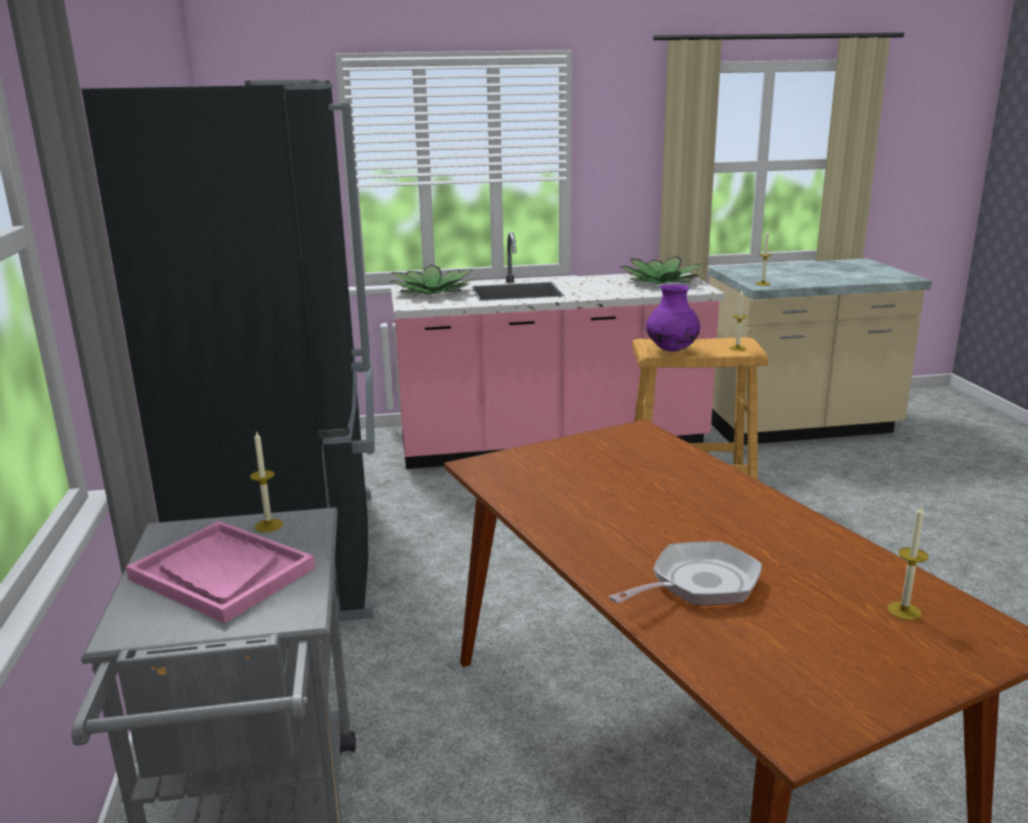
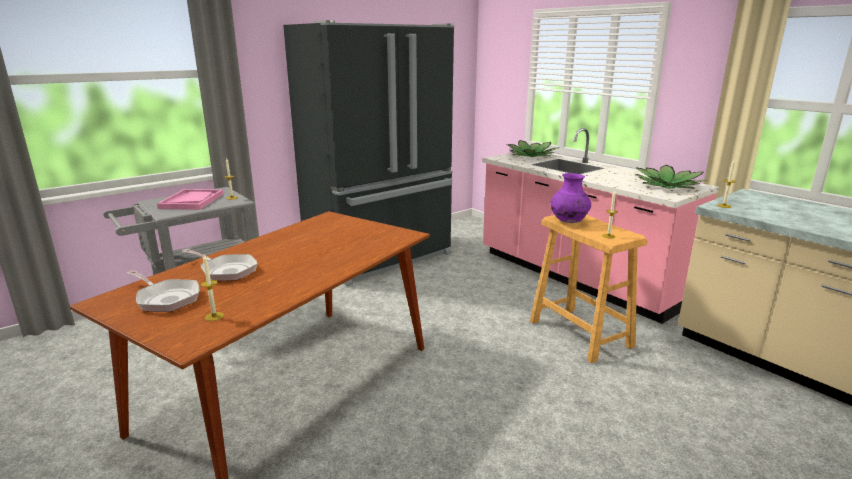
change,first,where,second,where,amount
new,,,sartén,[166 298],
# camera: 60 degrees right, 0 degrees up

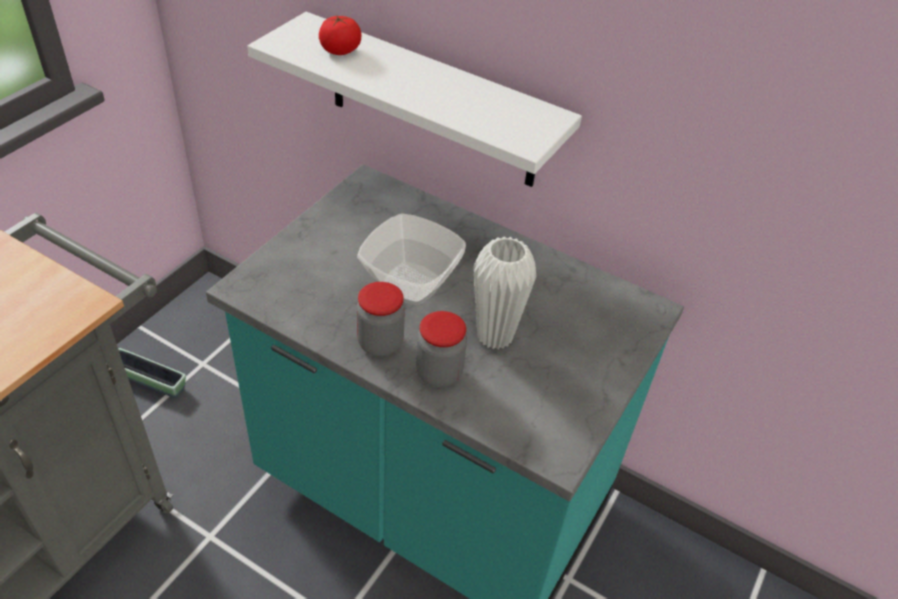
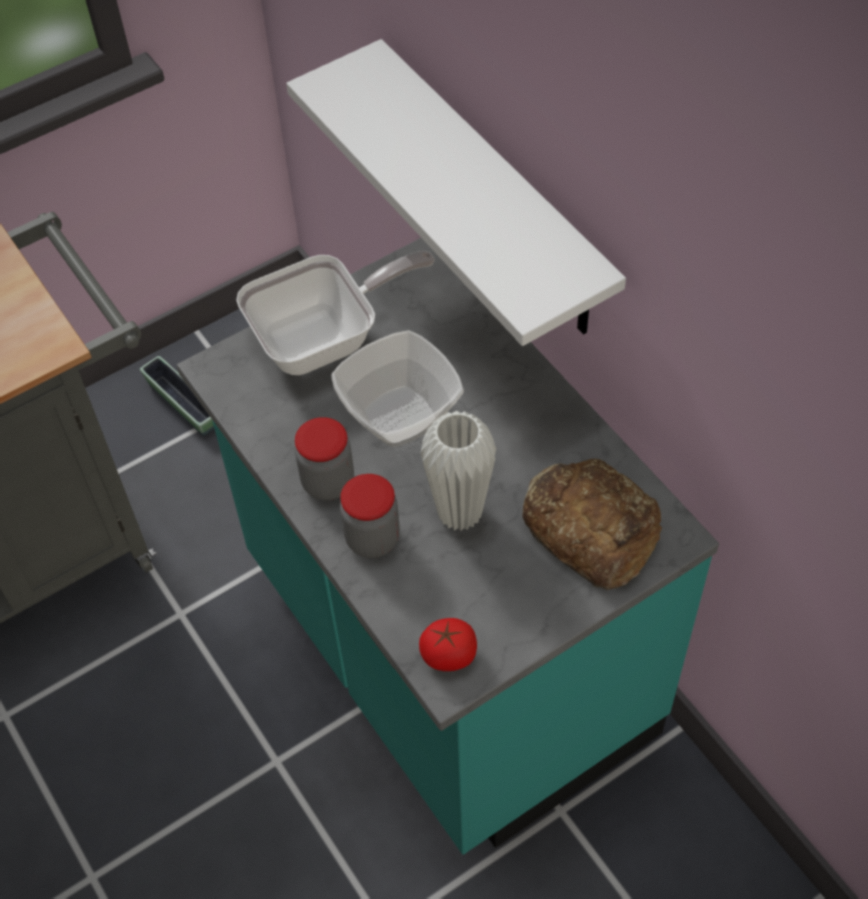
change,first,where,second,where,amount
new,,,sartén,[326 339],
shifted,tomate,[340 50],,[448 655],
new,,,pan,[591 528],
# camera: 30 degrees right, 10 degrees up

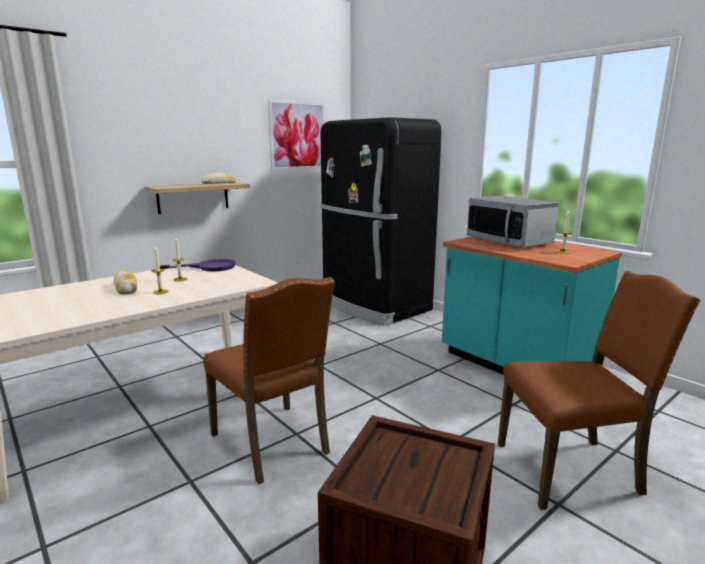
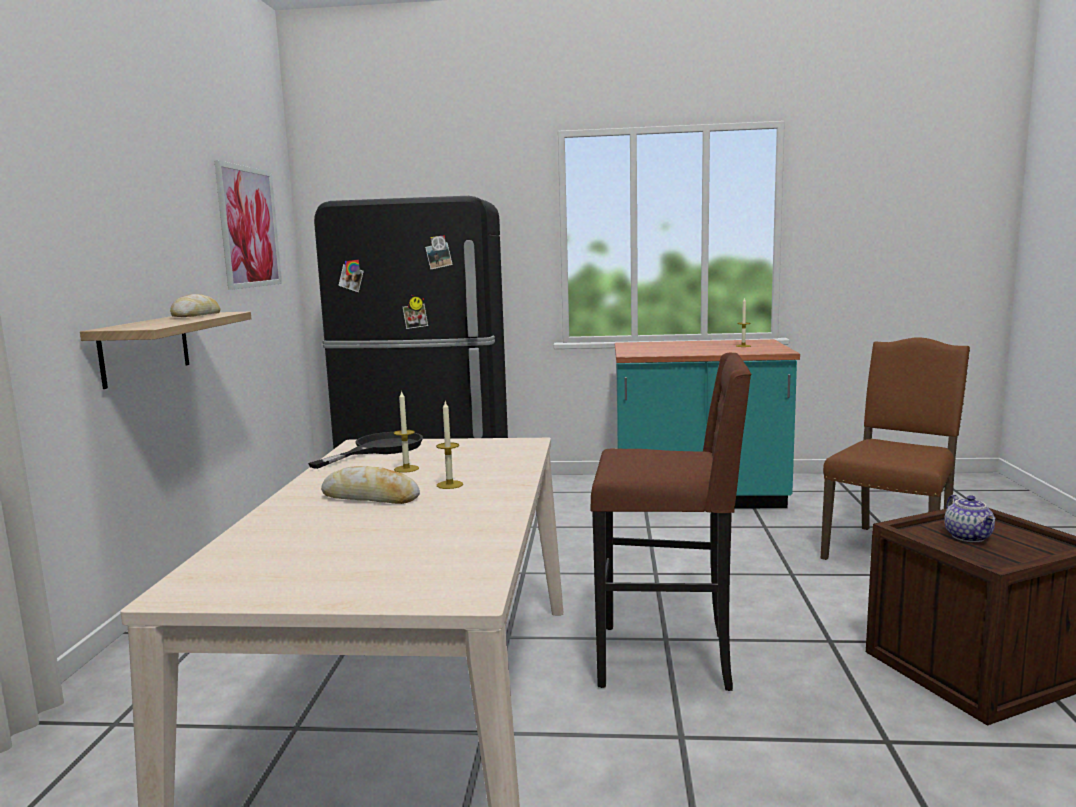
change,first,where,second,where,amount
repainted,sartén (morado),[209 267],sartén (negro),[379 449],
swapped,silla (marrón),[273 443],taburete (marrón),[668 658],
new,,,tetera,[969 537],
gone,microondas,[509 241],,,
# camera: 45 degrees left, 5 degrees down

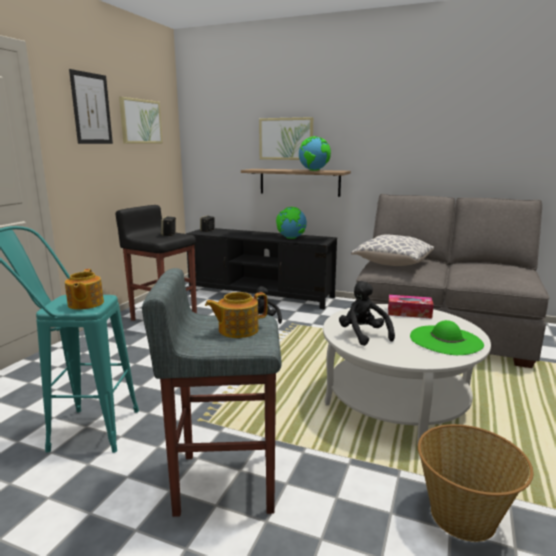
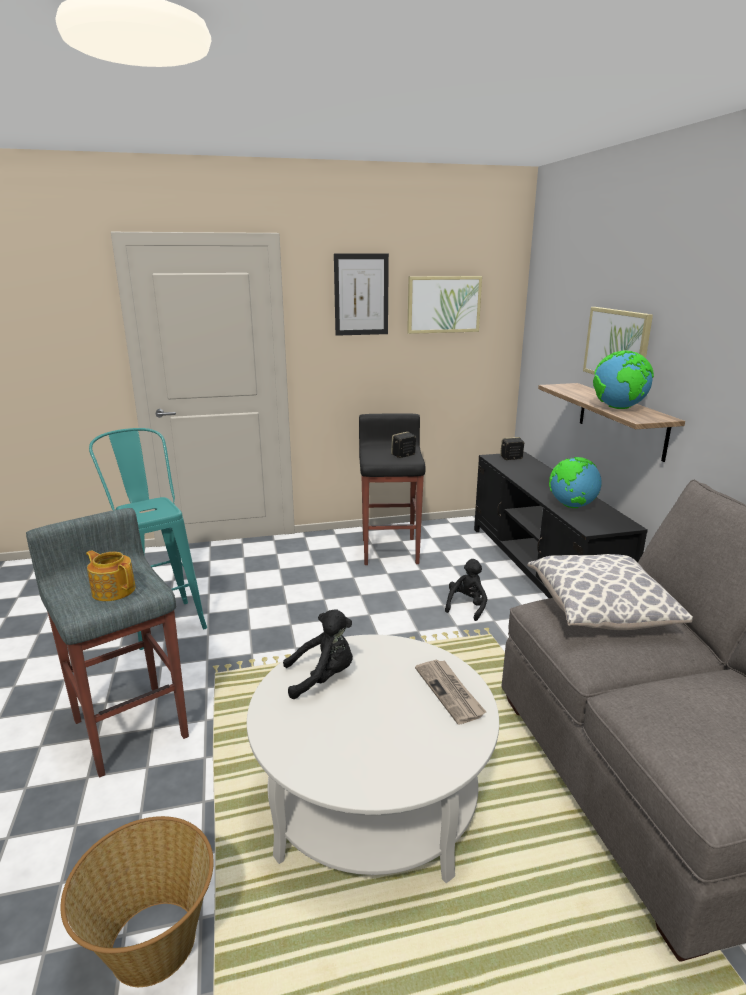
change,first,where,second,where,amount
rotated,peluche (negro),[363 335],,[322 677],45 degrees clockwise
swapped,caja de pañuelos,[409 312],periódico,[450 692],
gone,tetera,[85 304],,,
gone,sombrero (verde),[445 340],,,
# camera: 55 degrees right, 5 degrees up

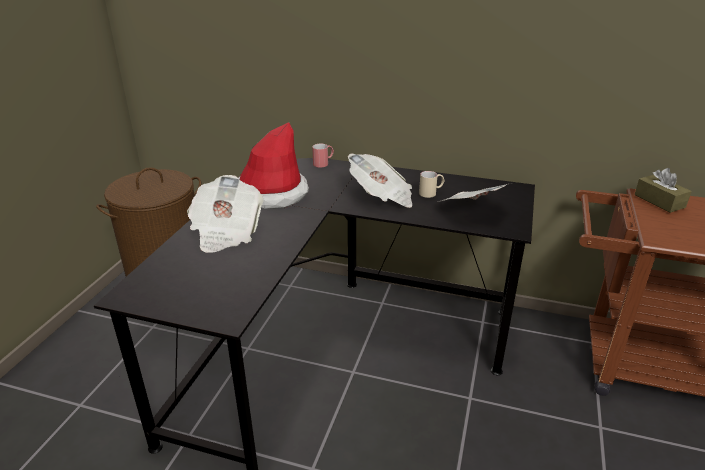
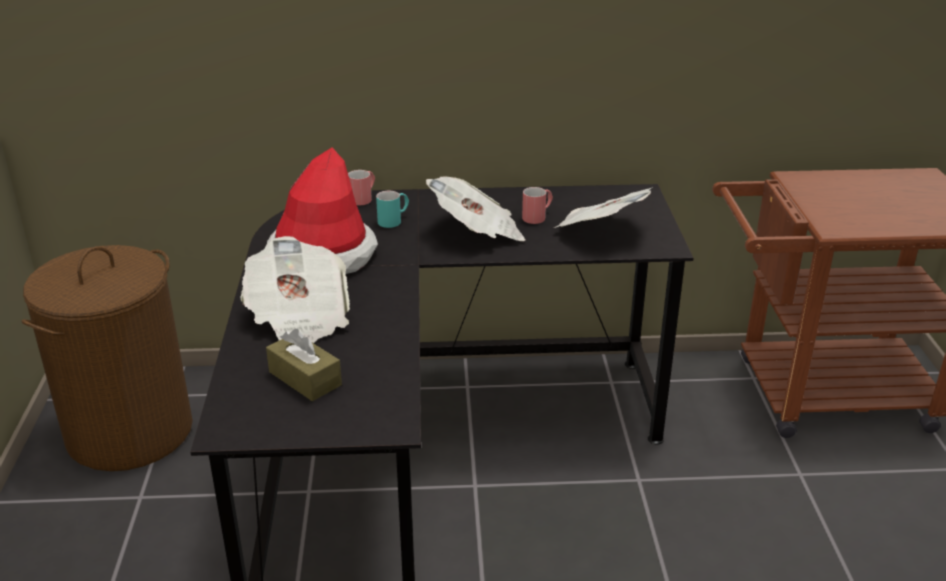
change,first,where,second,where,amount
shifted,caja de pañuelos (marrón),[659 201],,[305 378],
new,,,taza grande (turquesa),[394 220],
repainted,taza grande (beis),[431 193],taza grande (rojo),[538 216],
# camera: 20 degrees left, 0 degrees up

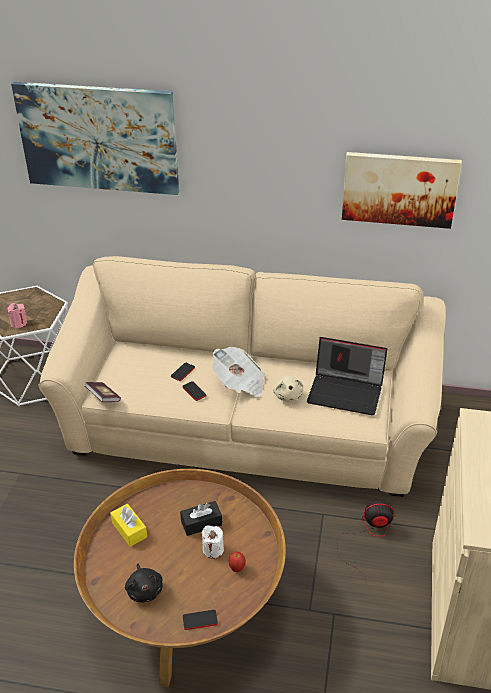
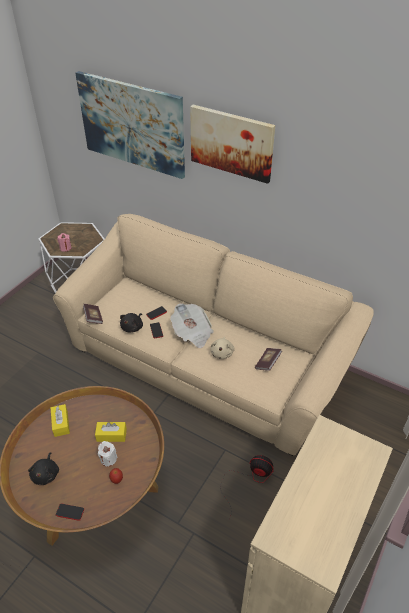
change,first,where,second,where,amount
repainted,caja de pañuelos (negro),[201 523],caja de pañuelos (amarillo),[111 435],
new,,,peluche (negro),[133 327],
shifted,cuadro,[399 189],,[231 143],
swapped,portátil,[346 392],libro,[267 363],
# camera: 20 degrees right, 5 degrees up

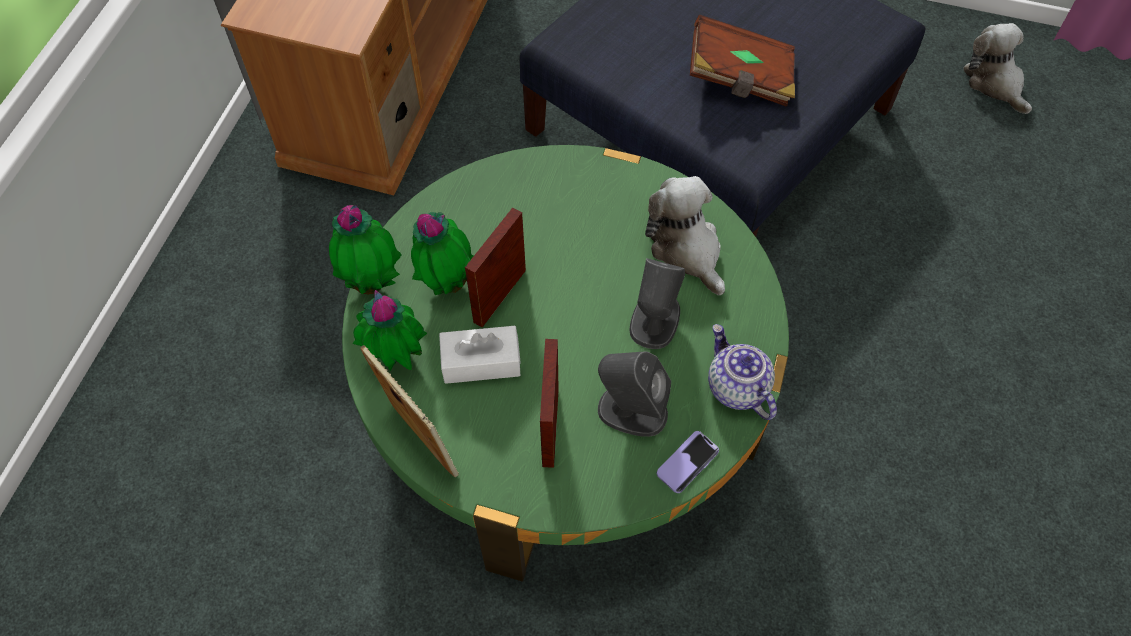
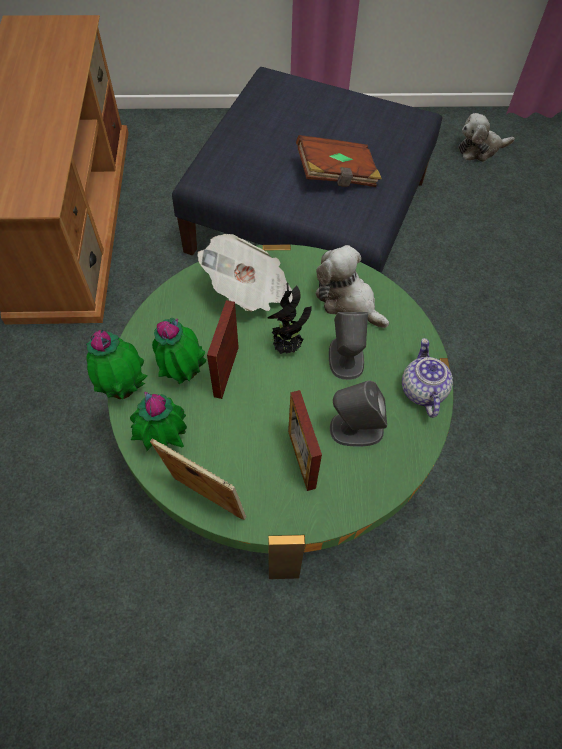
change,first,where,second,where,amount
new,,,periódico,[250 290],
new,,,planta en maceta,[287 347],
rotated,tetera,[736 387],,[422 390],45 degrees clockwise
rotated,peluche,[995 83],,[480 149],60 degrees counterclockwise
gone,caja de pañuelos (blanco),[481 362],,,
gone,móvil,[687 462],,,
# camera: 20 degrees left, 0 degrees up

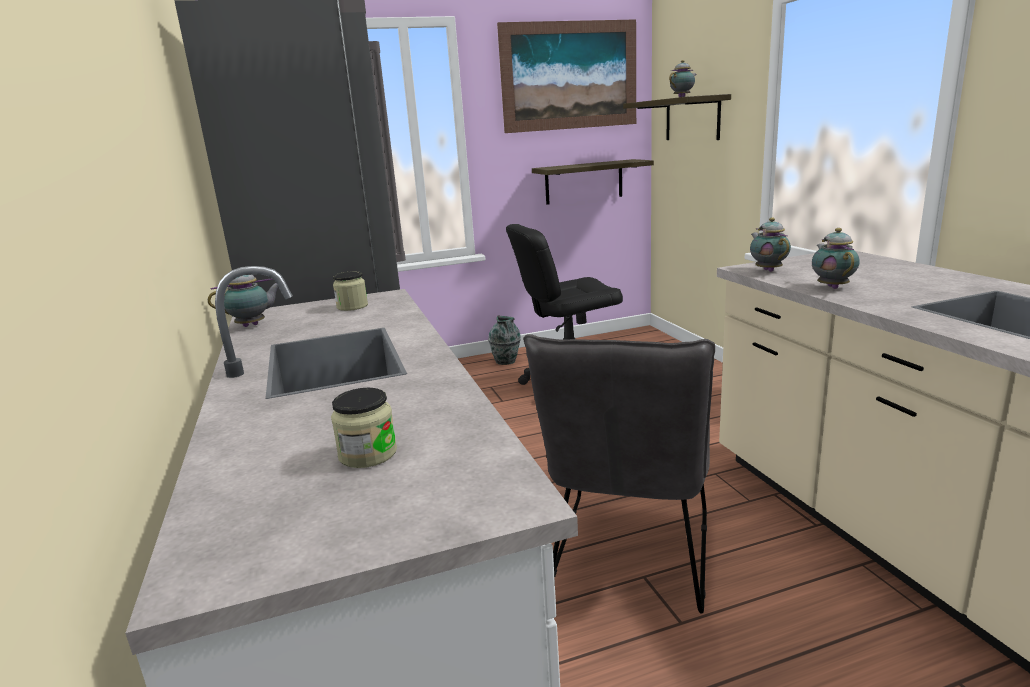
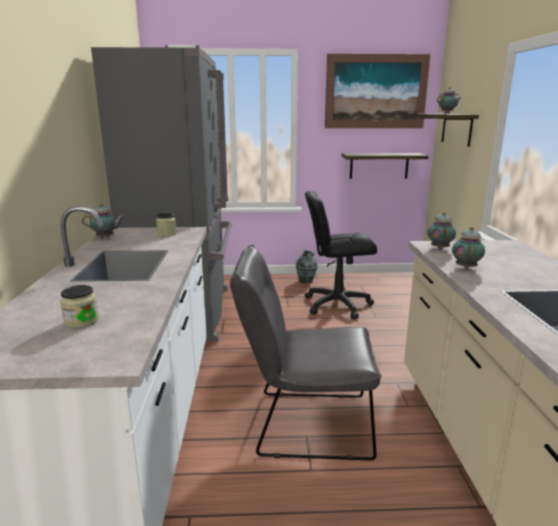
change,first,where,second,where,amount
rotated,silla (gris),[629 559],,[303 423],60 degrees clockwise
# camera: 15 degrees right, 0 degrees up

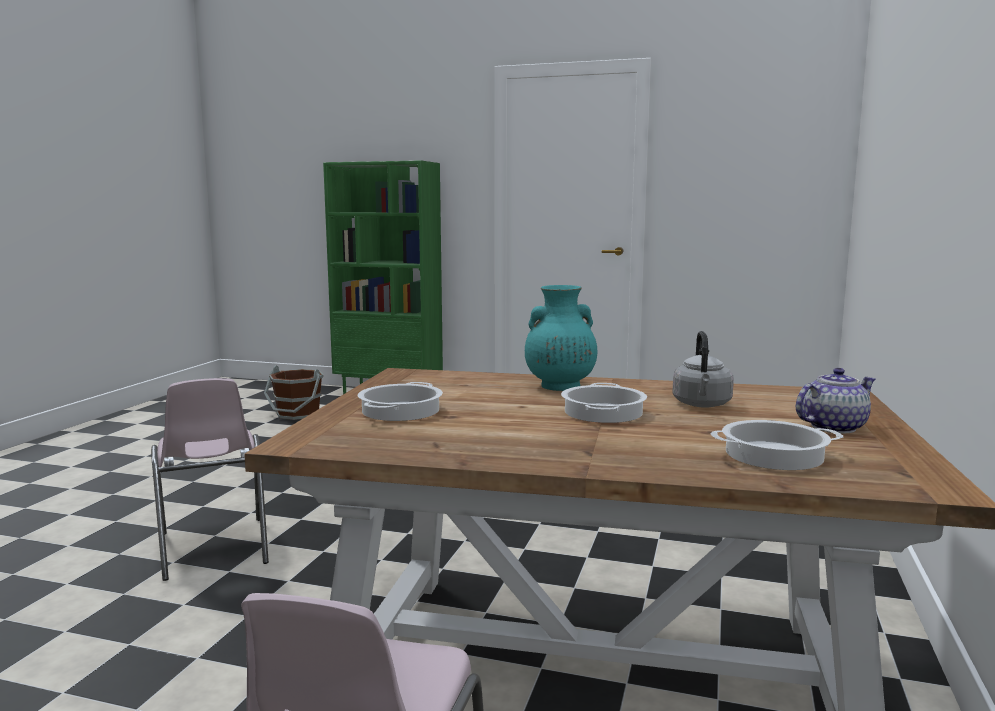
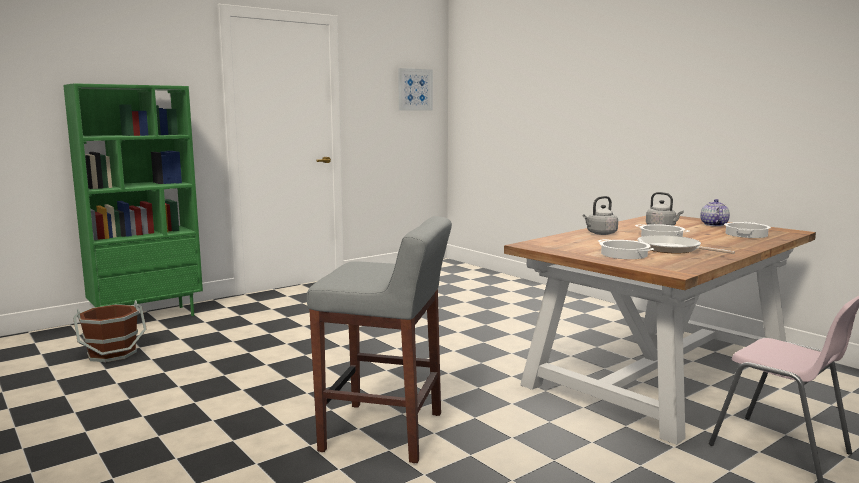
change,first,where,second,where,amount
swapped,silla (rosa),[213 549],taburete (gris),[385 432],
new,,,cuadro,[415 89],
swapped,florero (turquesa),[559 386],hervidor (gris),[600 233],
new,,,sartén,[672 249],
# camera: 55 degrees left, 0 degrees up

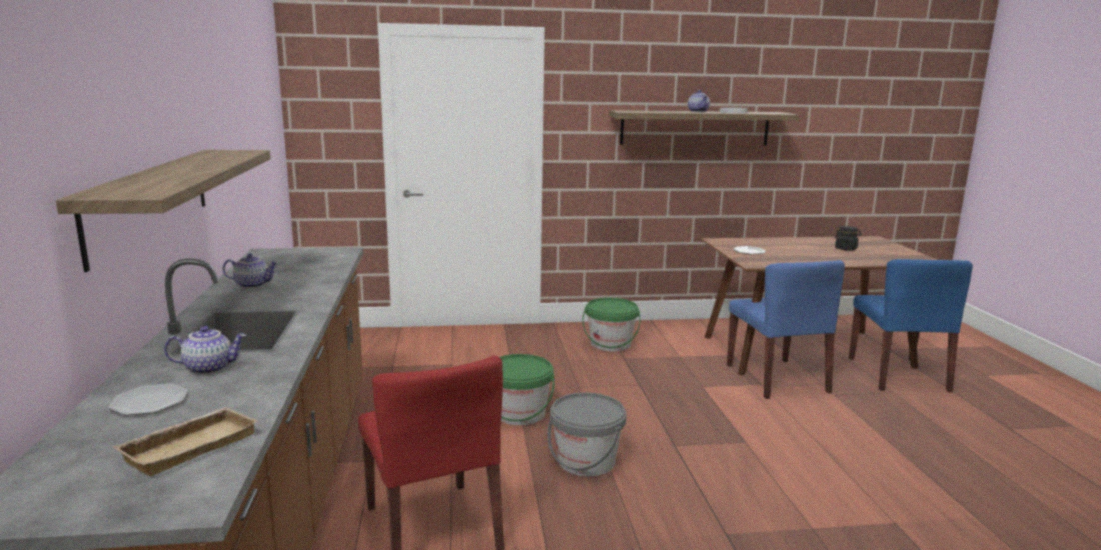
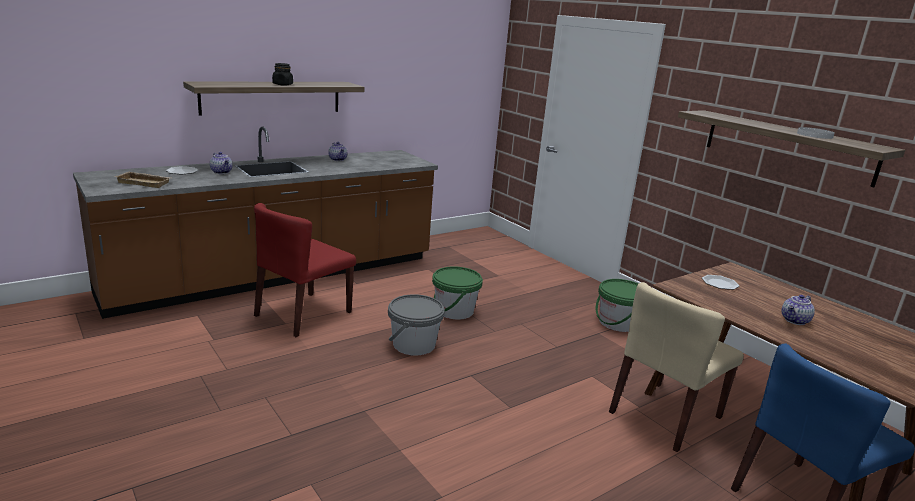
change,first,where,second,where,amount
shifted,tarro (negro),[846 249],,[282 84],
repainted,silla (azul),[777 378],silla (beis),[665 415],
shifted,tetera,[698 111],,[795 321],
# camera: 60 degrees right, 5 degrees up

